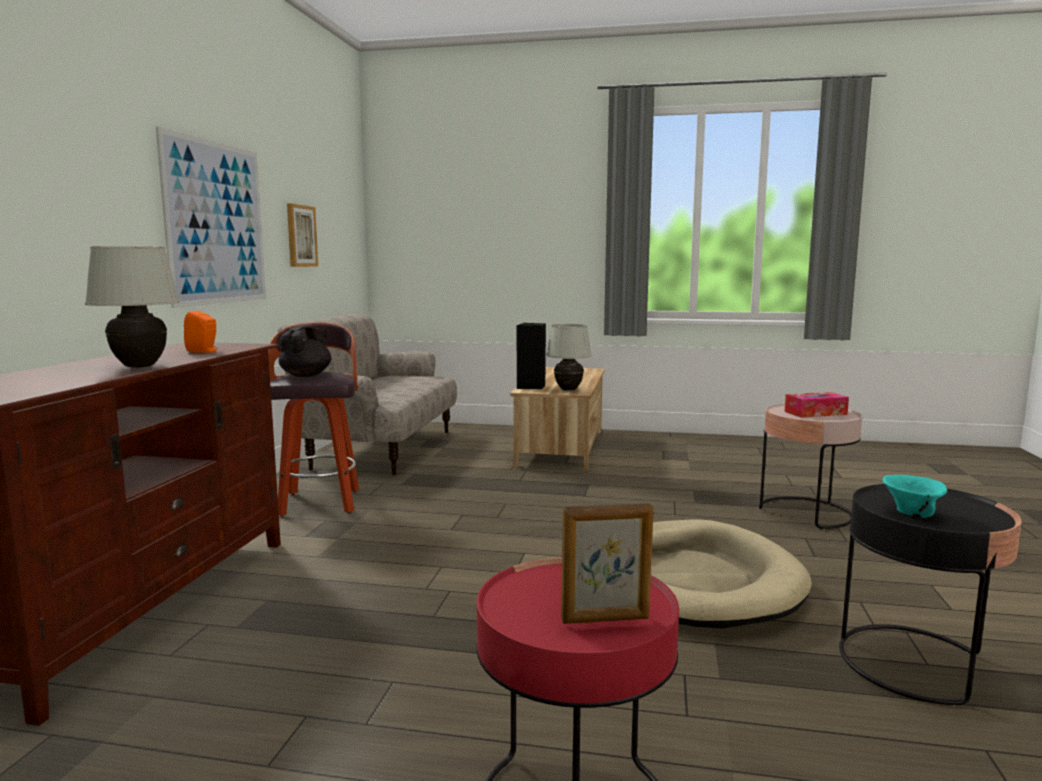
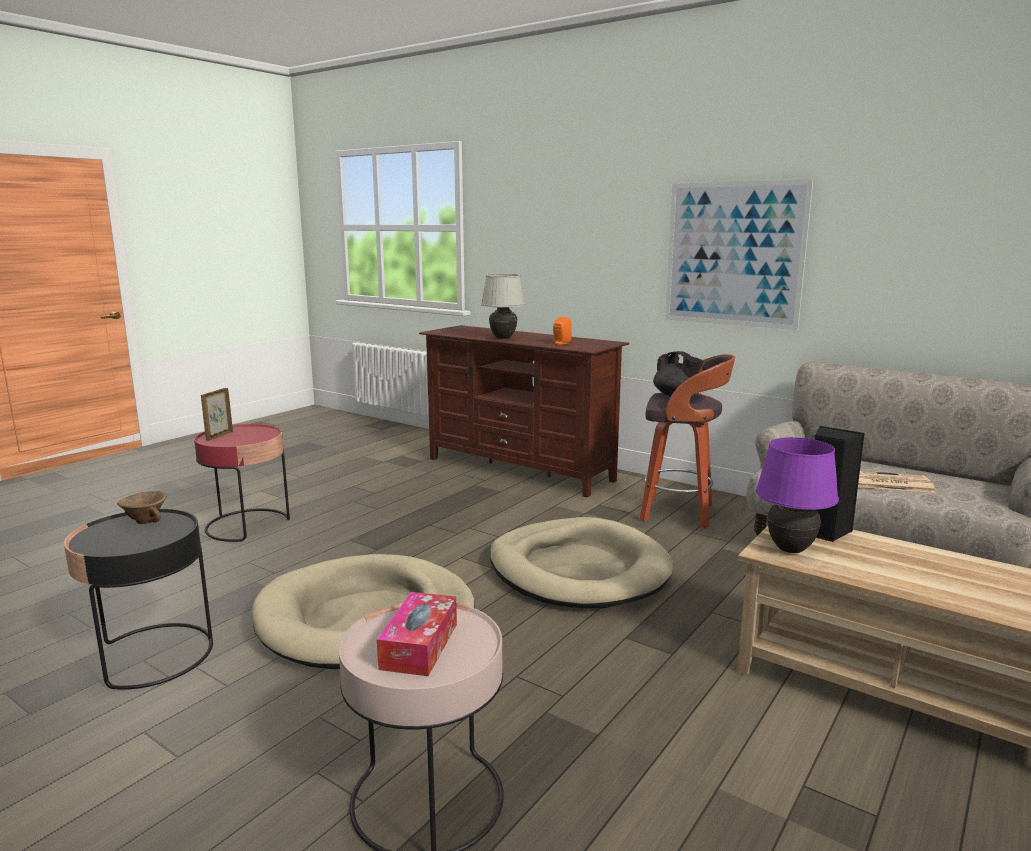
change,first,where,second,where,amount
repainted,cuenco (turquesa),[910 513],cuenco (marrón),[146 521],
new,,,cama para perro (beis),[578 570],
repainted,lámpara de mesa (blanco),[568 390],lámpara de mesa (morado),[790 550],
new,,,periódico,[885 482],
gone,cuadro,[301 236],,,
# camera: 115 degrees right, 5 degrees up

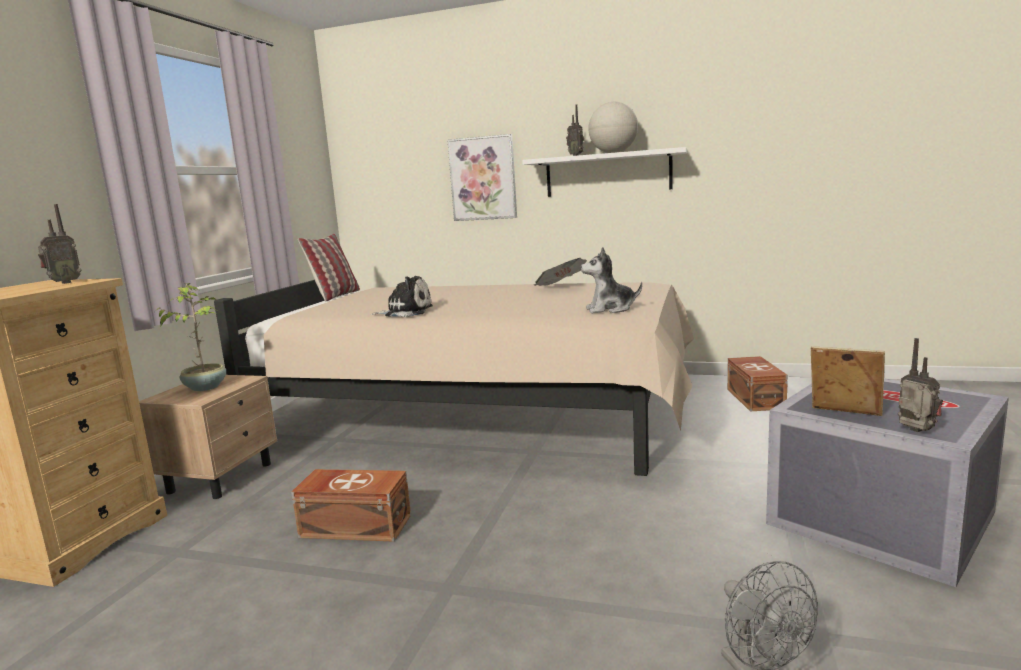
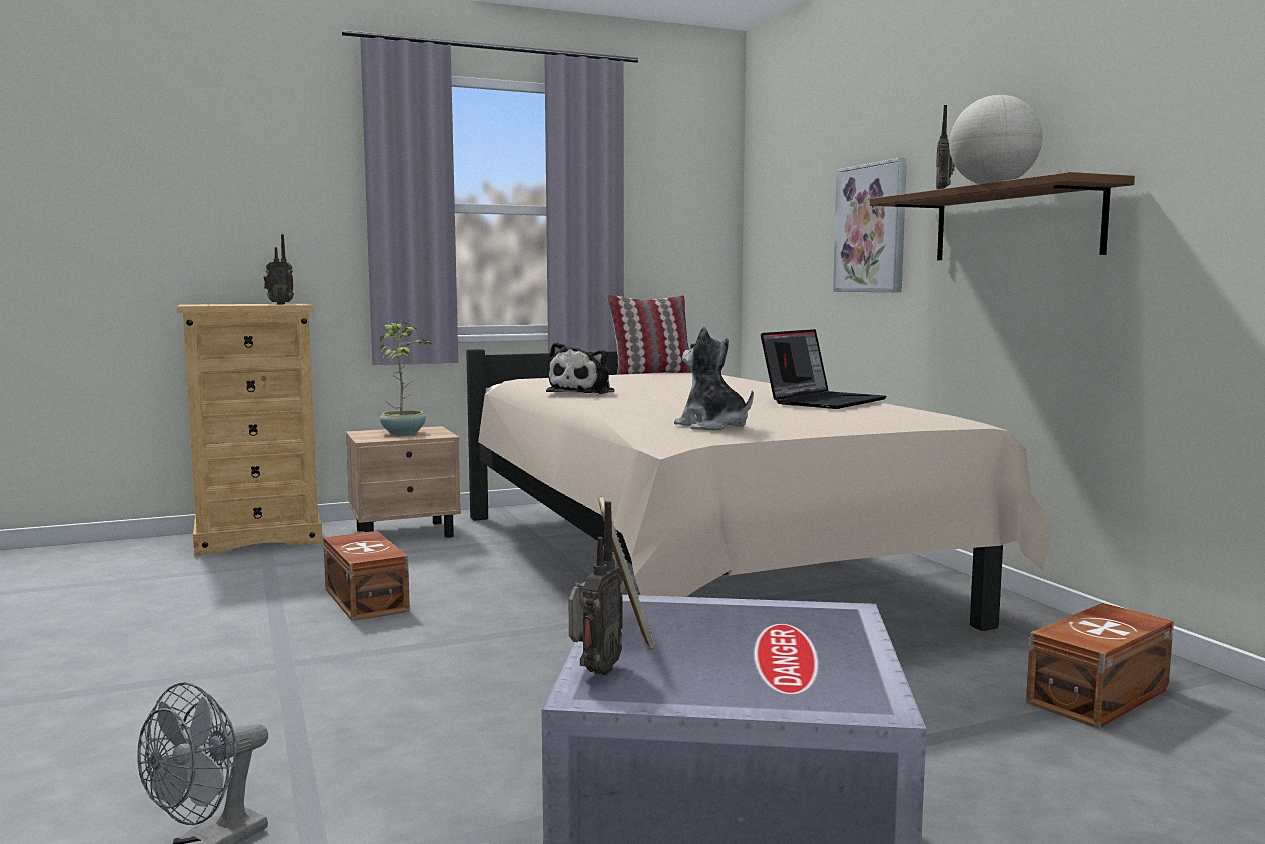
change,first,where,second,where,amount
rotated,peluche,[406 312],,[583 392],60 degrees clockwise
swapped,periódico,[560 287],portátil,[823 401],
repainted,estante (blanco),[608 174],estante (marrón),[1015 223],
# camera: 50 degrees right, 5 degrees down

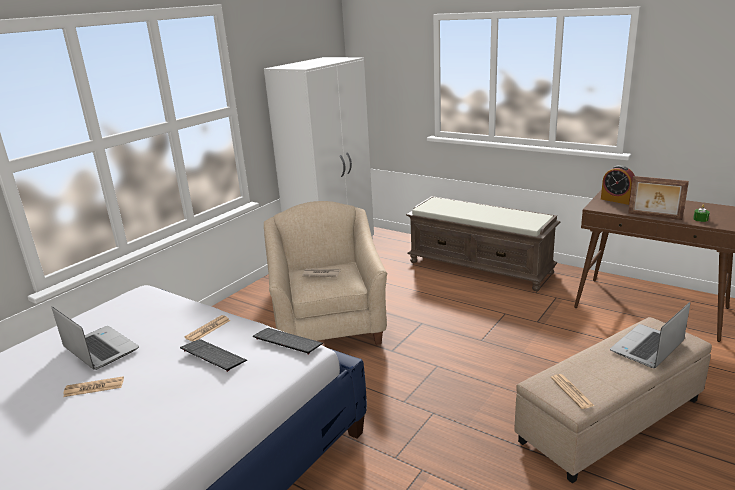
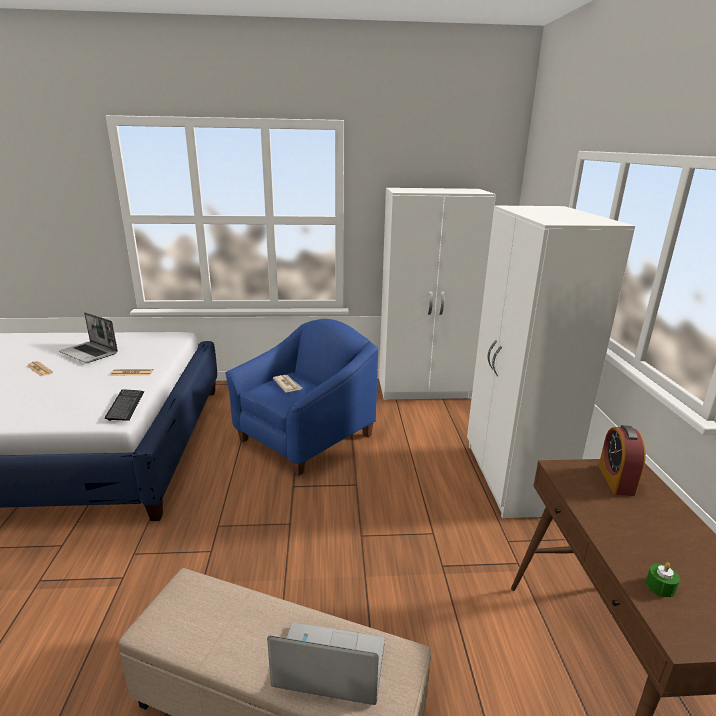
change,first,where,second,where,amount
rotated,portátil,[99 349],,[90 353],120 degrees clockwise
repainted,sillón (beis),[329 325],sillón (azul),[305 437],
swapped,banco (marrón),[480 267],armario ropero (blanco),[512 479],
gone,teclado,[213 356],,,
gone,periódico,[572 392],,,
gone,portarretratos,[654 216],,,
# camera: 50 degrees right, 0 degrees up

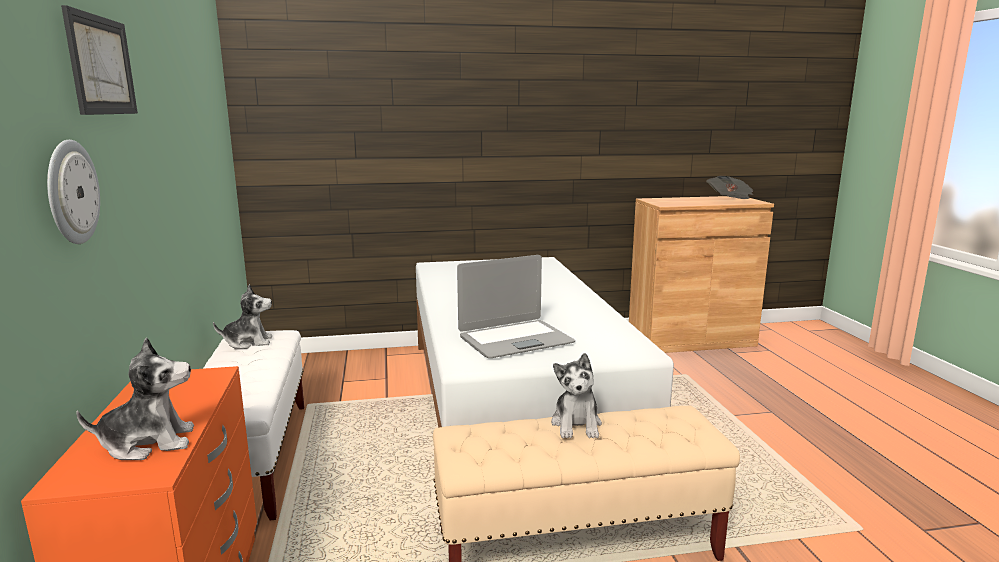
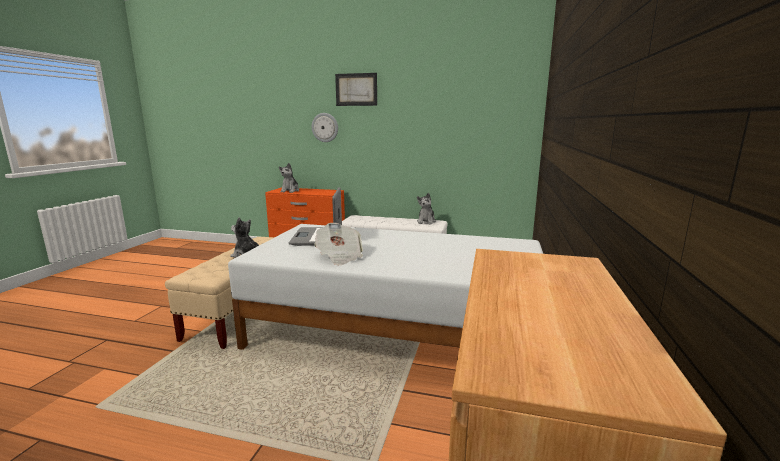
change,first,where,second,where,amount
shifted,periódico,[730 201],,[339 256],
# camera: 115 degrees right, 0 degrees up

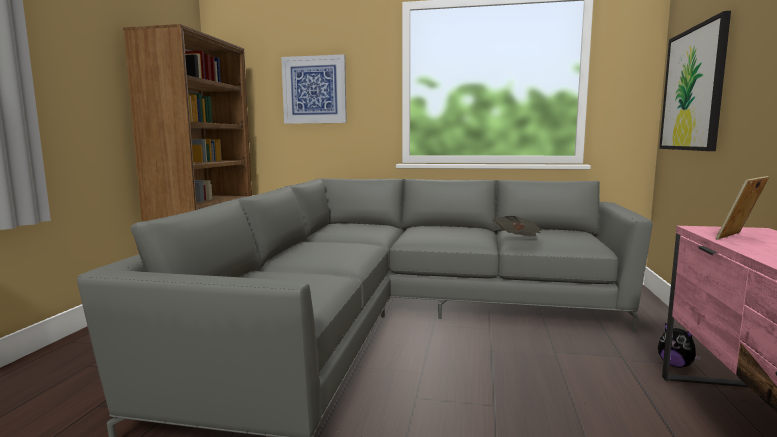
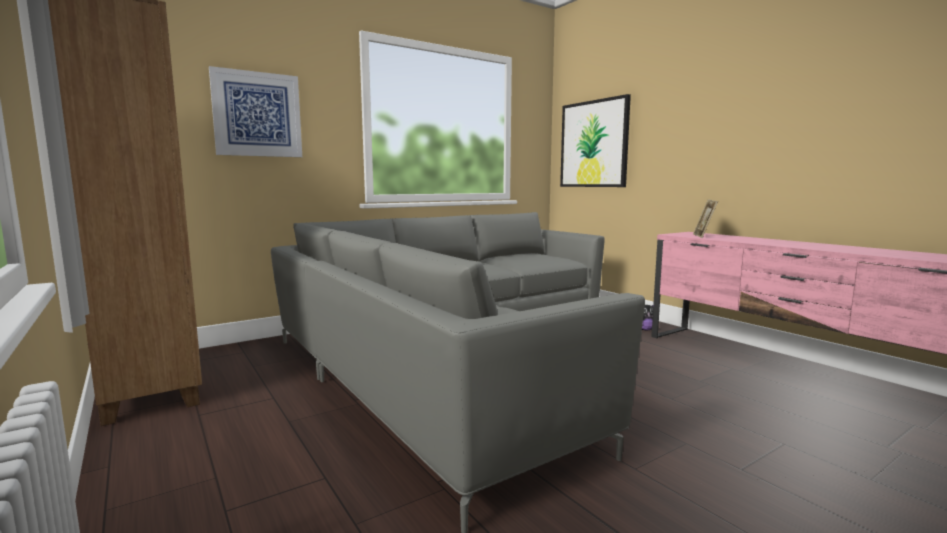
change,first,where,second,where,amount
gone,periódico,[518 239],,,
# camera: 45 degrees left, 0 degrees up

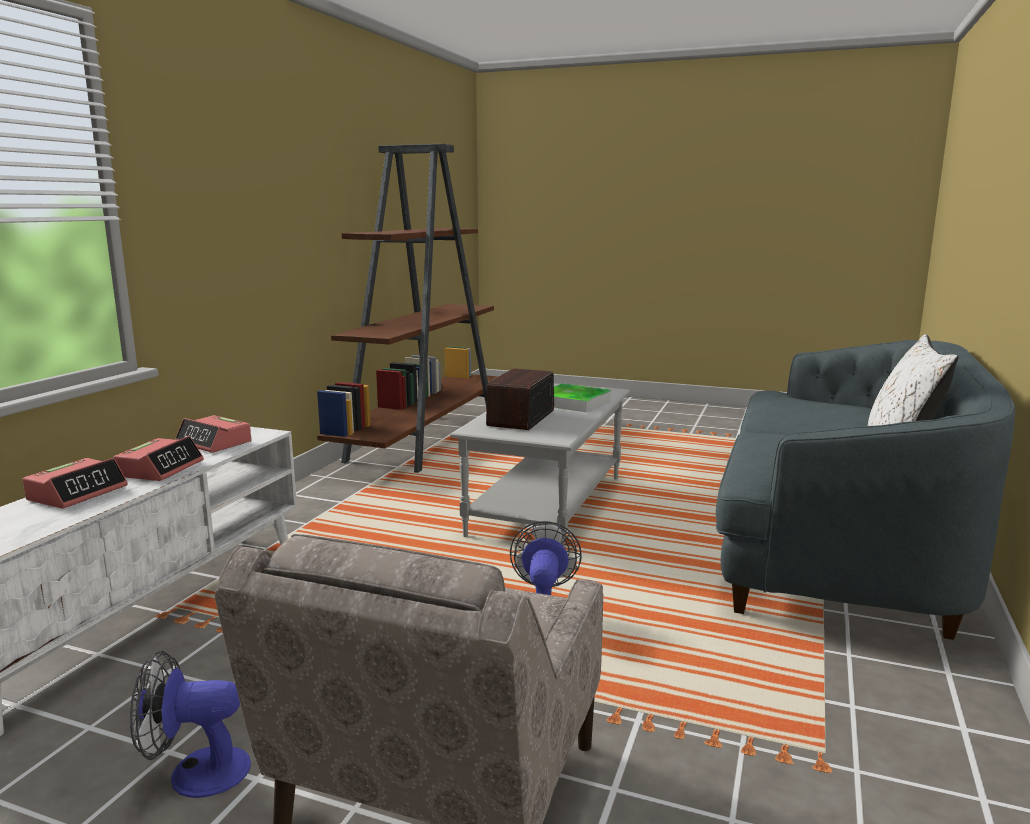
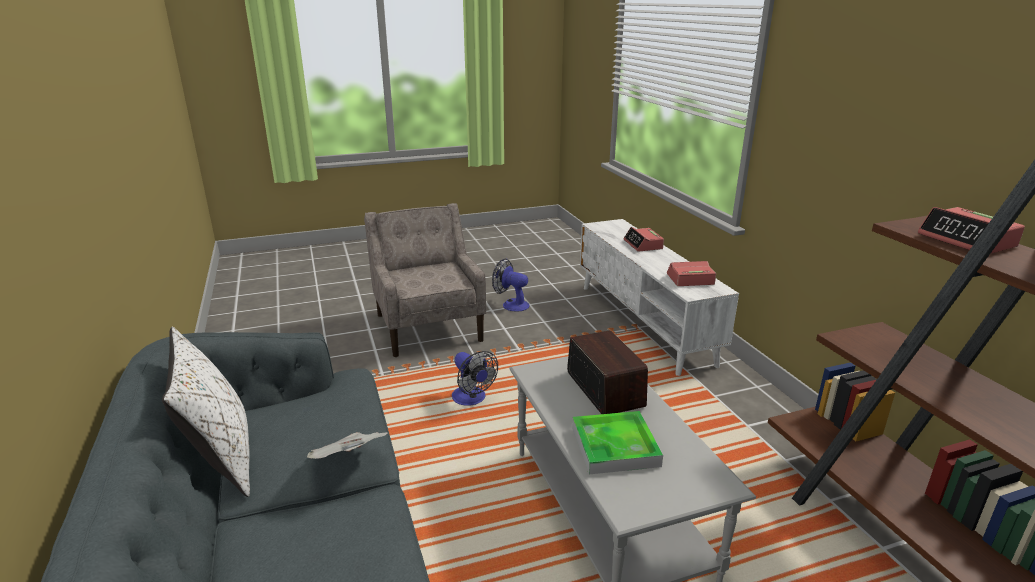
change,first,where,second,where,amount
new,,,periódico,[350 461],
rotated,ventilador,[196 772],,[511 304],105 degrees counterclockwise
shifted,despertador,[160 469],,[967 241],
# camera: 140 degrees right, 10 degrees up

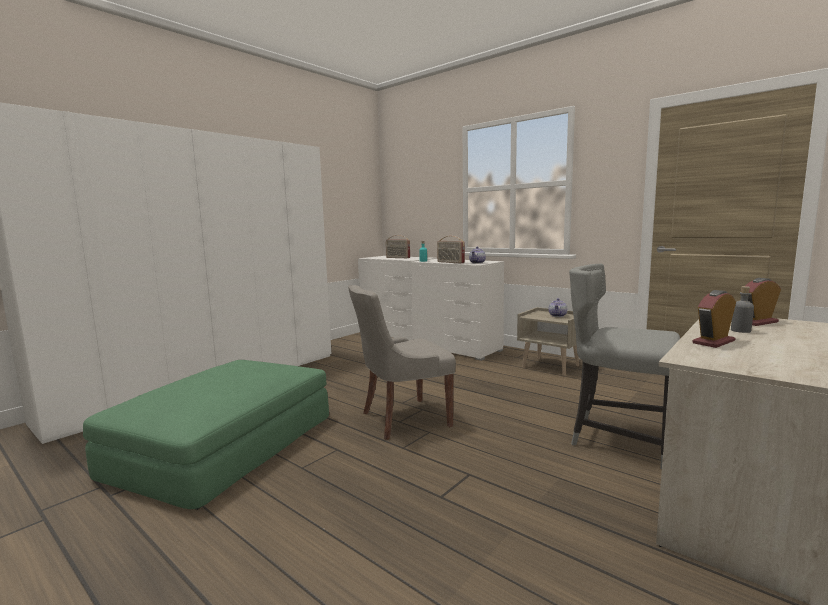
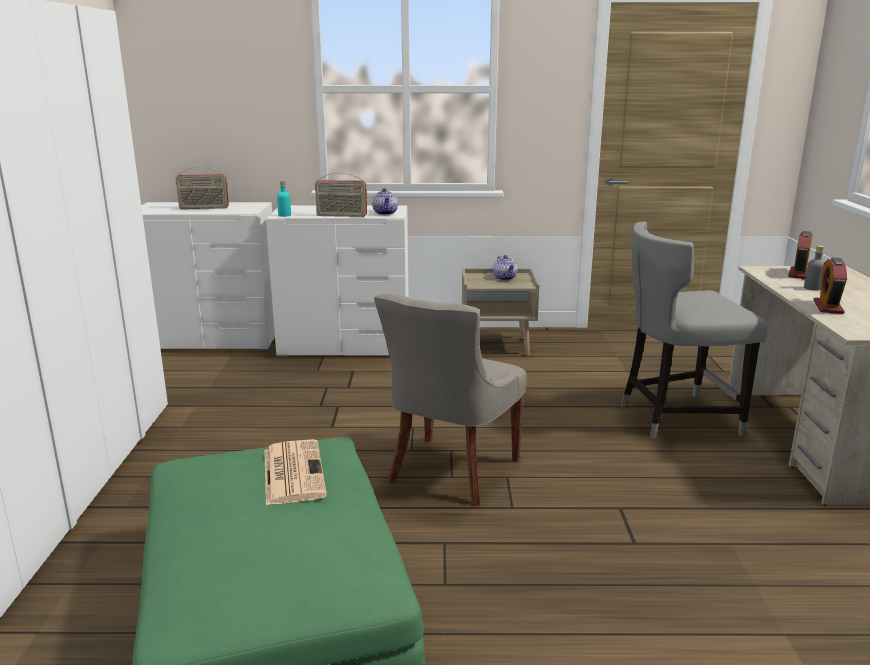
change,first,where,second,where,amount
new,,,periódico,[292 472],
# camera: 40 degrees left, 10 degrees up

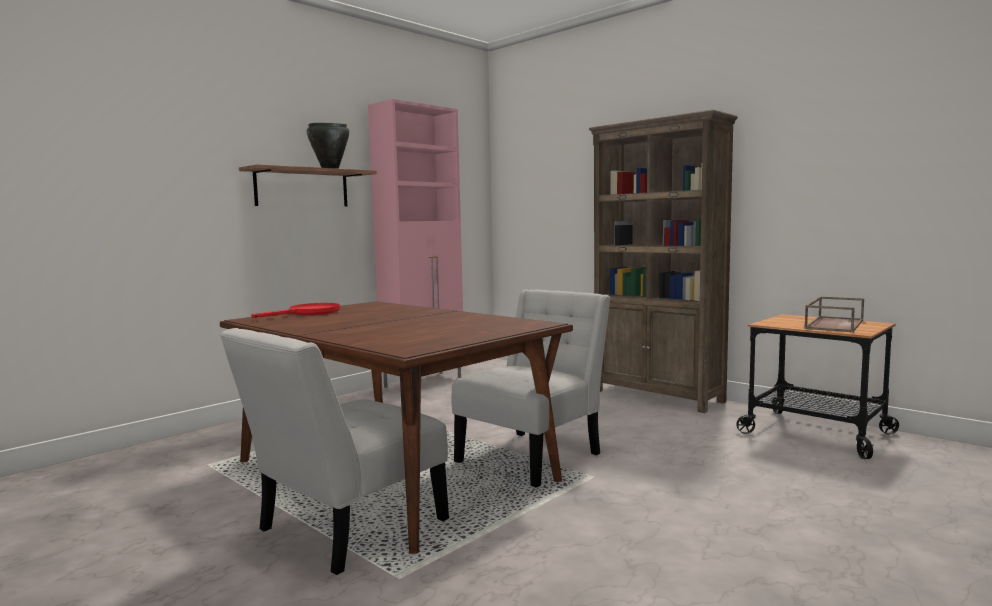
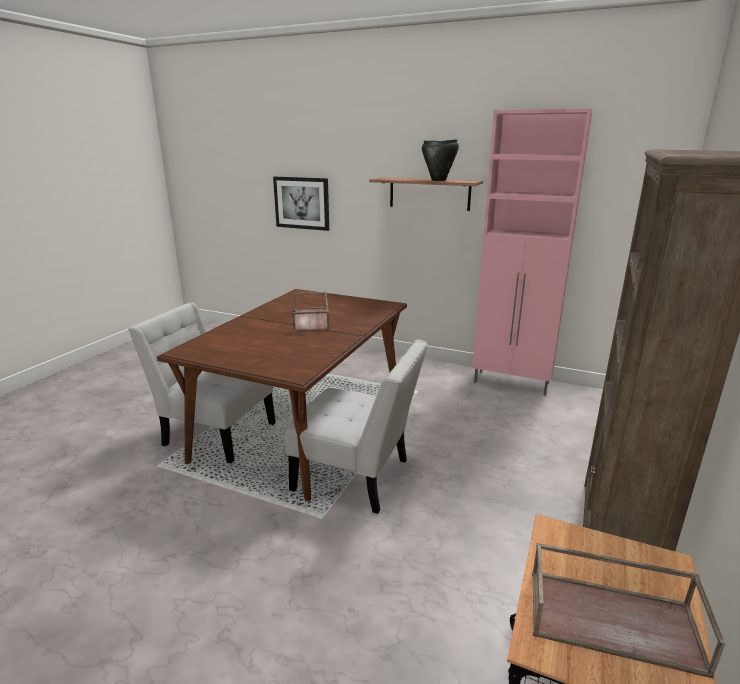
change,first,where,second,where,amount
new,,,cuadro,[302 203],
new,,,bandeja (marrón),[312 319],
gone,sartén (rojo),[308 313],,,
# camera: 70 degrees right, 15 degrees up

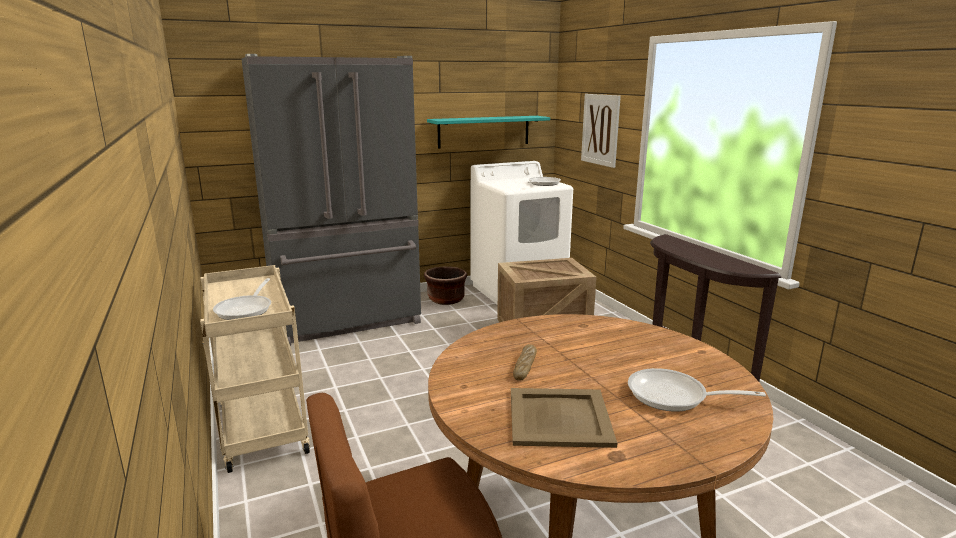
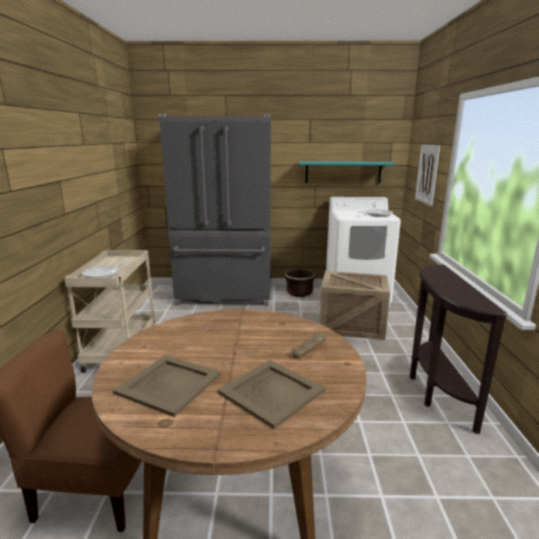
change,first,where,second,where,amount
swapped,sartén,[674 396],bandeja (beis),[271 392],
shifted,pan,[525 367],,[309 349],
# camera: 25 degrees right, 0 degrees up

